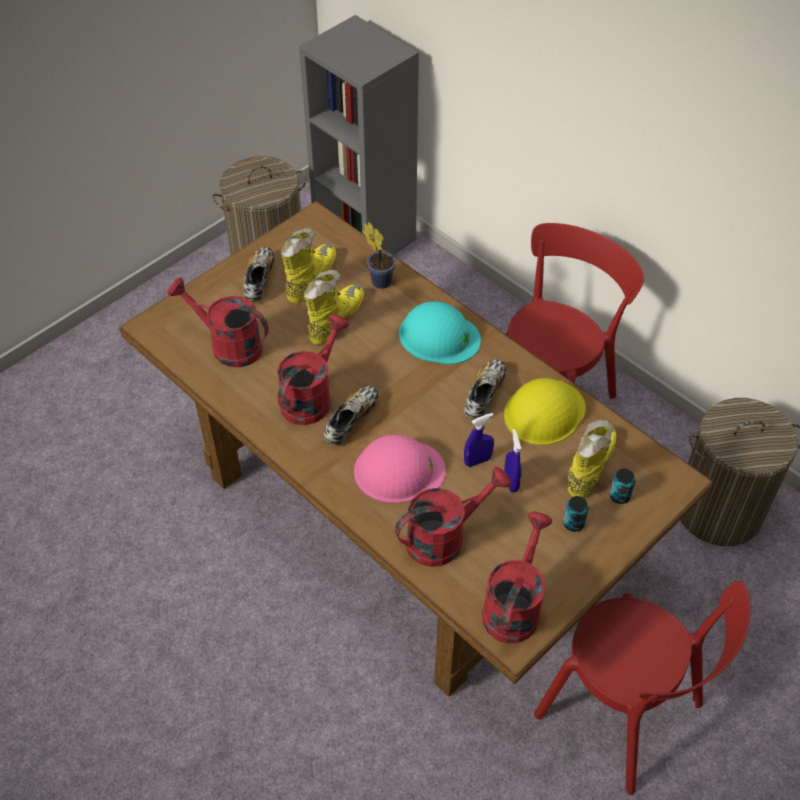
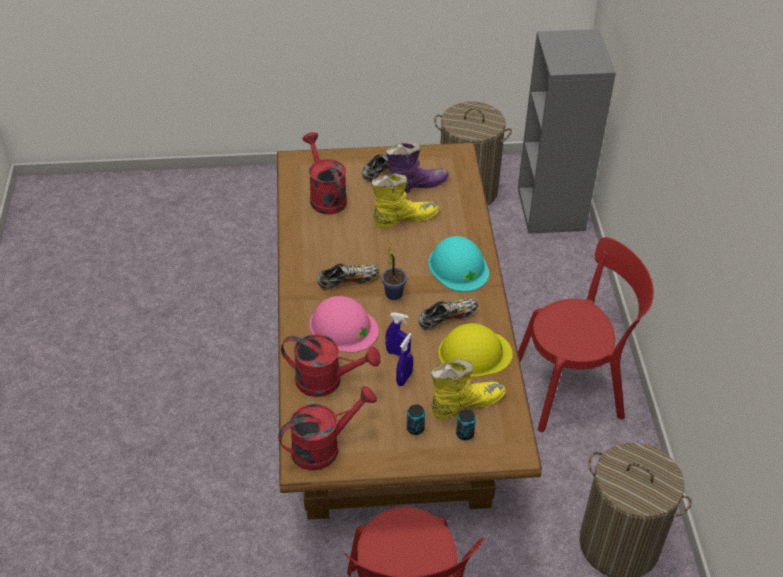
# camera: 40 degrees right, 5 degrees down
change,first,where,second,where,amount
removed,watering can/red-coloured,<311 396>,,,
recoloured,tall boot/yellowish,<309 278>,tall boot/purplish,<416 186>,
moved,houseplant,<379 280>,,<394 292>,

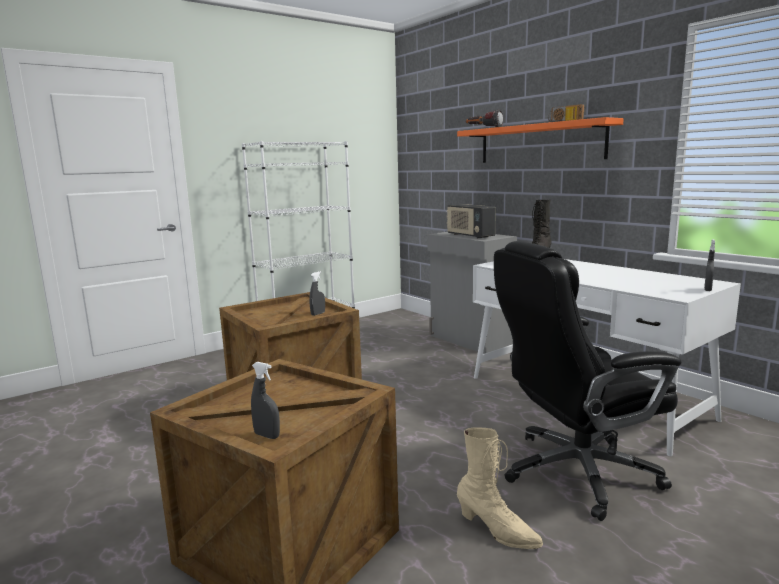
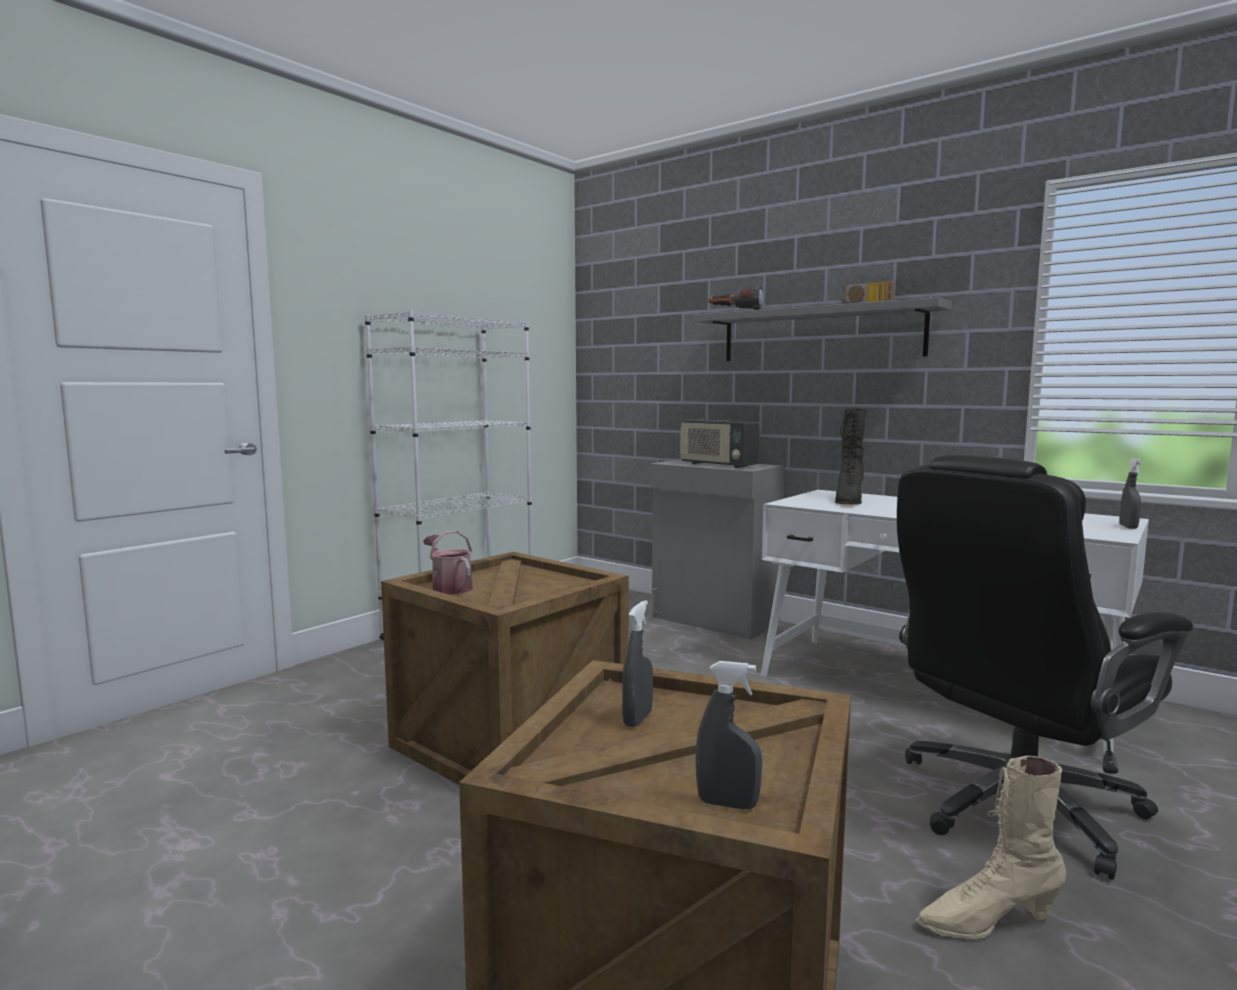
# camera: 15 degrees left, 5 degrees down
change,first,where,second,where,amount
moved,sprayer/grey,<318 314>,,<637 719>,
recoloured,shelf/orangey,<539 143>,shelf/grey,<819 334>,
turned,tall boot/sand-coloured,<497 531>,,<987 921>,150 degrees clockwise
added,,,watering can,<449 587>,

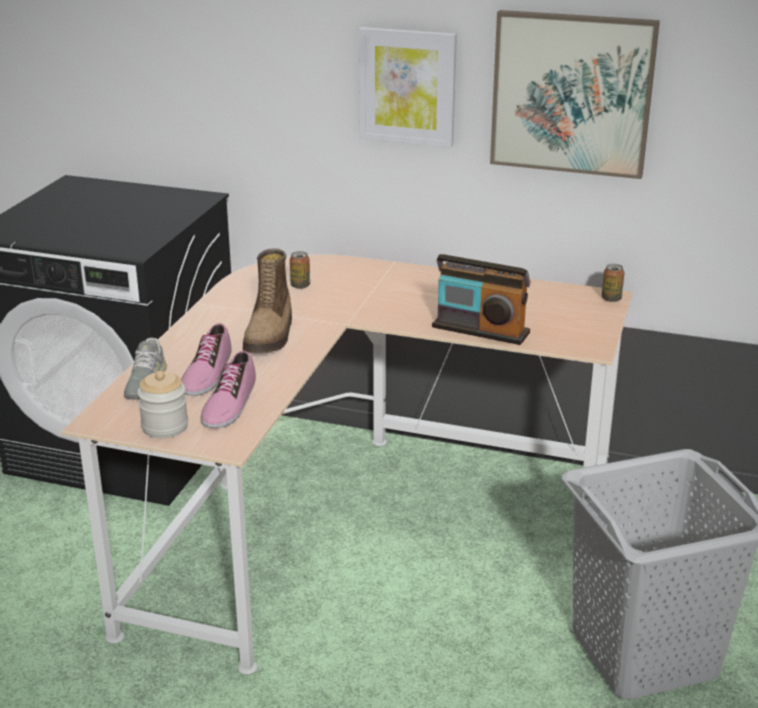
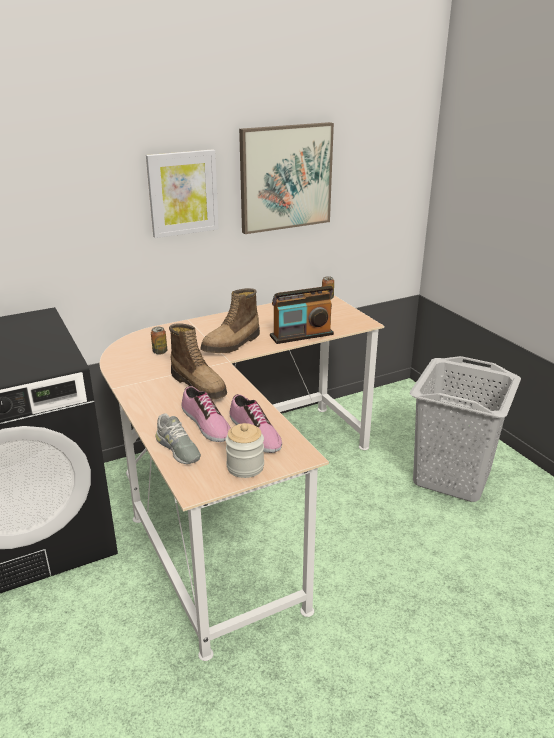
# camera: 45 degrees left, 0 degrees up
change,first,where,second,where,amount
added,,,tall boot,<232 344>,

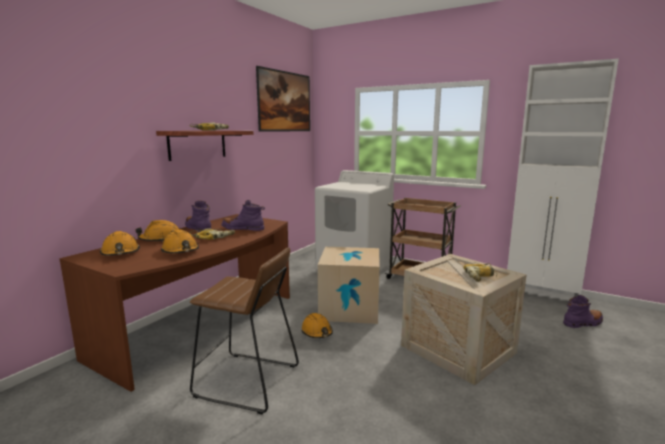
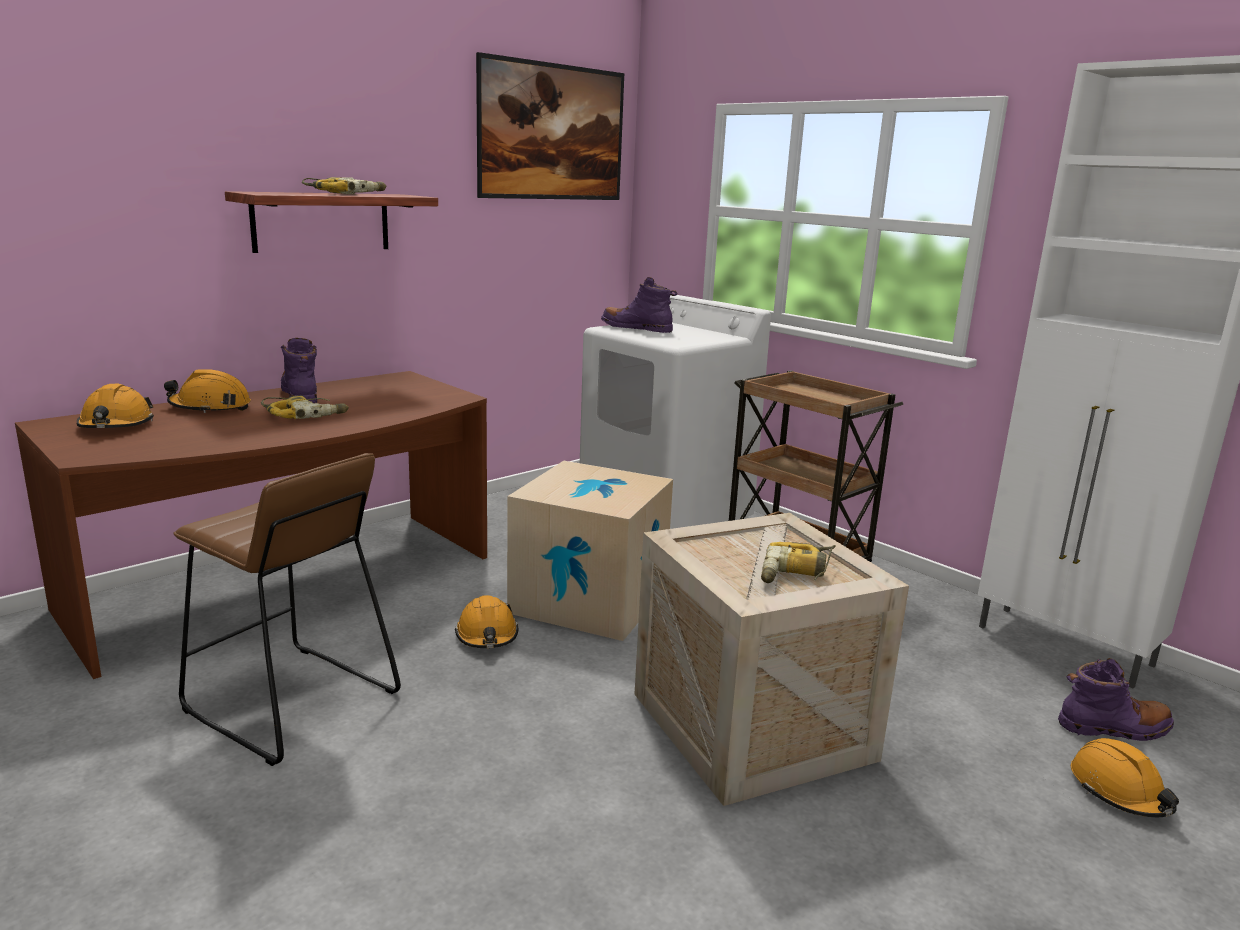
# camera: 15 degrees right, 5 degrees up
change,first,where,second,where,amount
moved,work helmet/orangey,<180 251>,,<1119 792>,
moved,tall boot/purplish,<243 229>,,<637 329>,

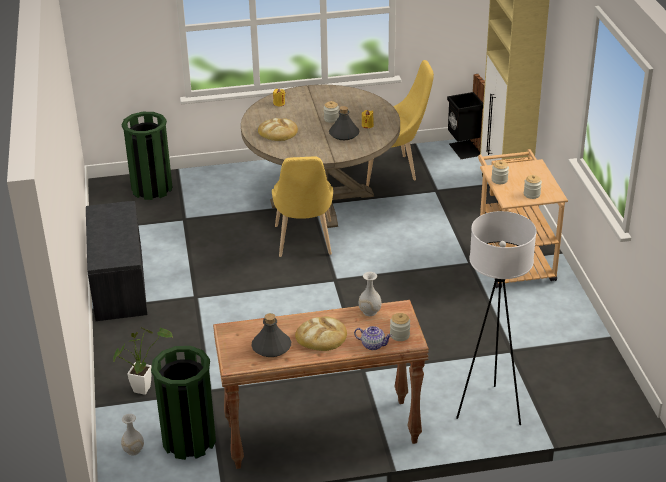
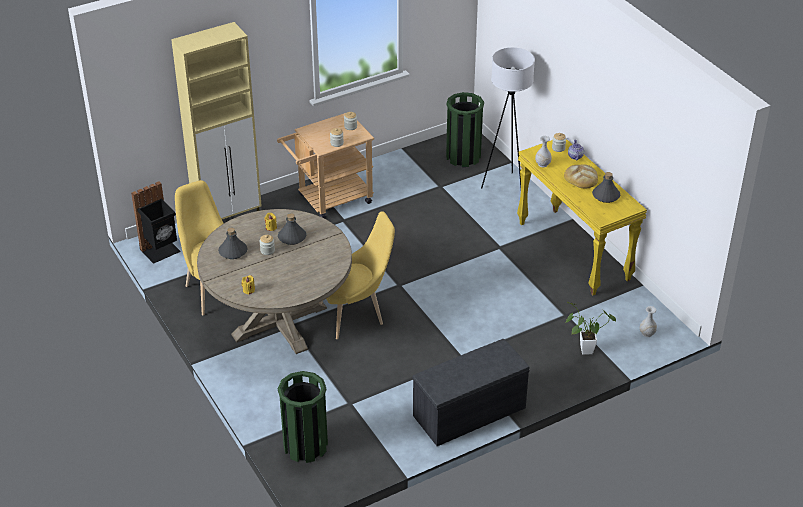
# camera: 110 degrees left, 5 degrees up
change,first,where,second,where,amount
moved,rubbish bin/green-coloured,<189 440>,,<463 156>,
recoloured,console table/brown,<321 434>,console table/yellowish,<574 251>,
removed,bakery bread,<278 132>,,,
added,,,bottle/grey,<233 252>,

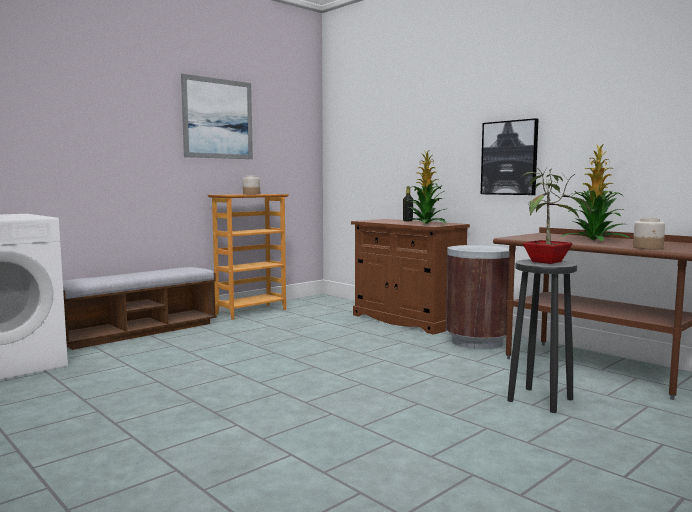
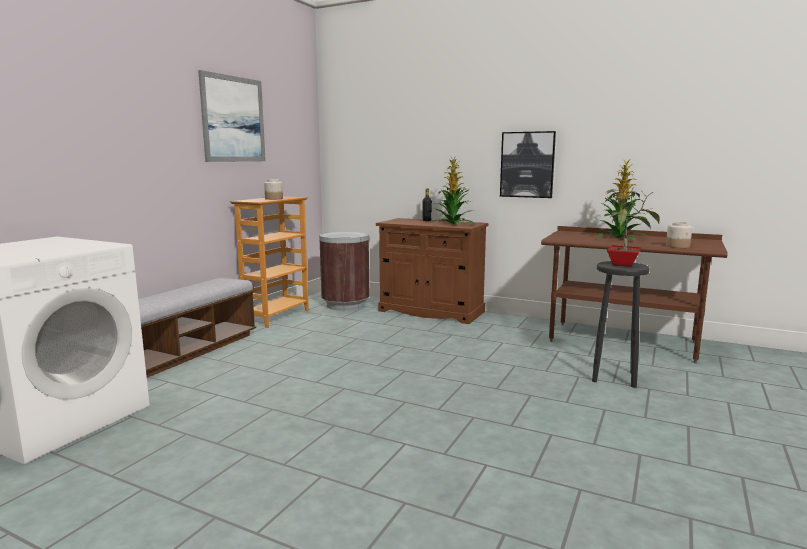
# camera: 20 degrees left, 5 degrees up
change,first,where,second,where,amount
moved,rubbish bin/brown,<477 342>,,<346 305>,

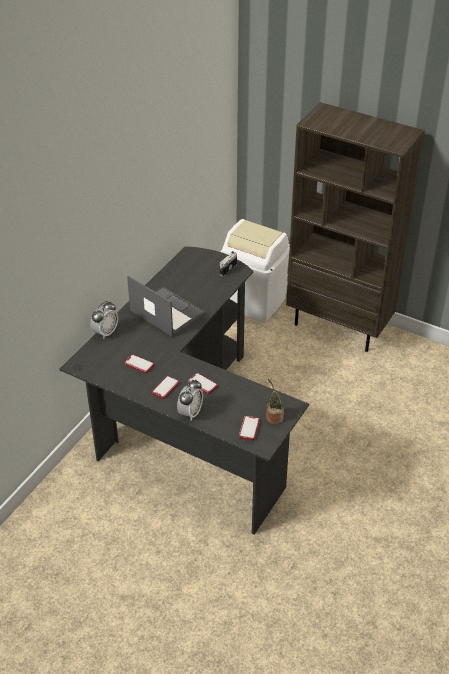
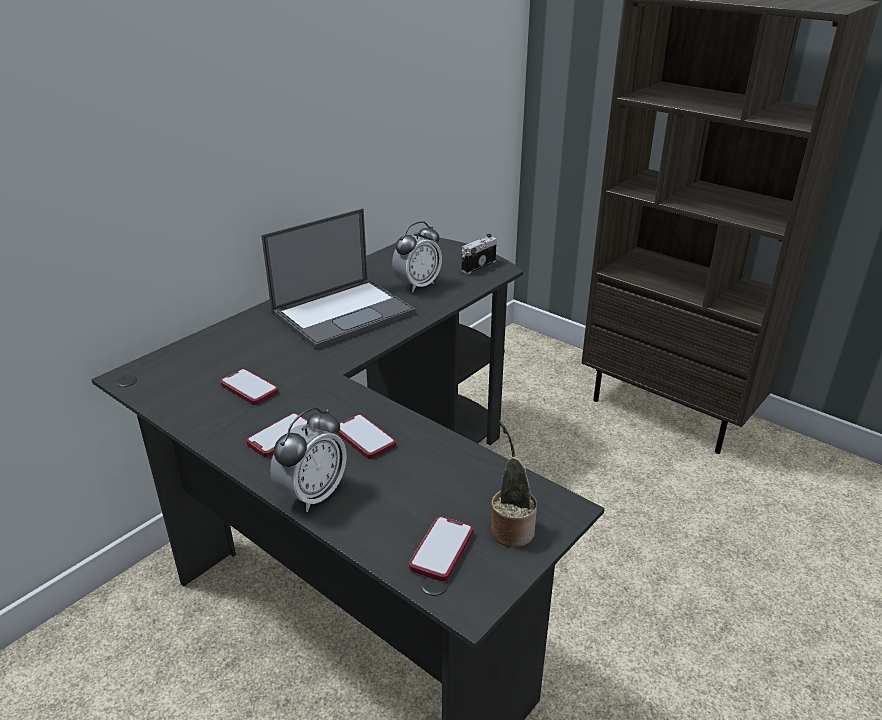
# camera: 10 degrees right, 10 degrees down
change,first,where,second,where,amount
moved,bedside clock,<105 332>,,<417 285>,
turned,notebook computer,<166 312>,,<344 312>,90 degrees clockwise
removed,rubbish bin/white,<254 302>,,,

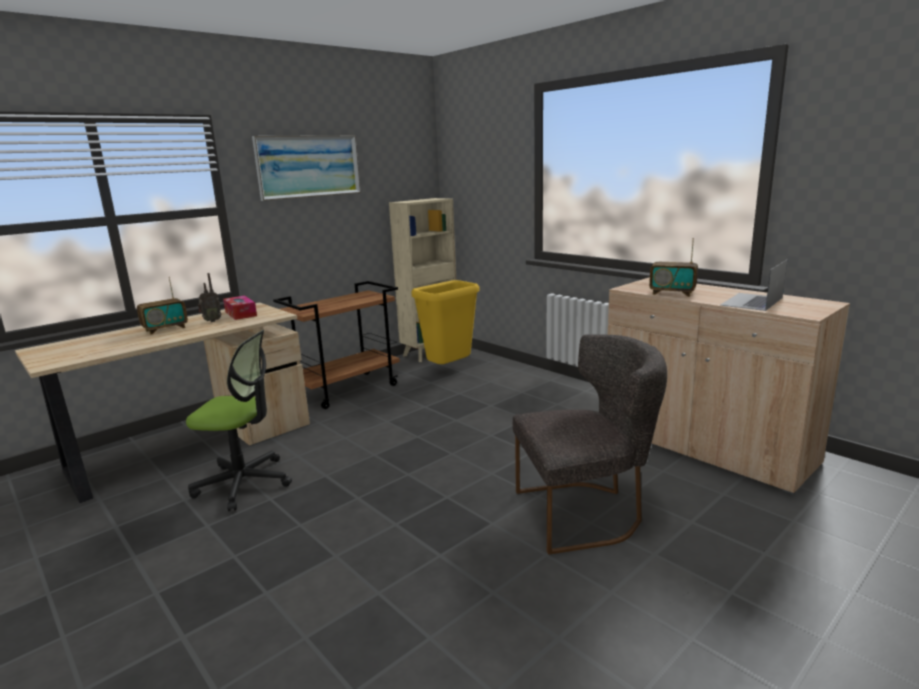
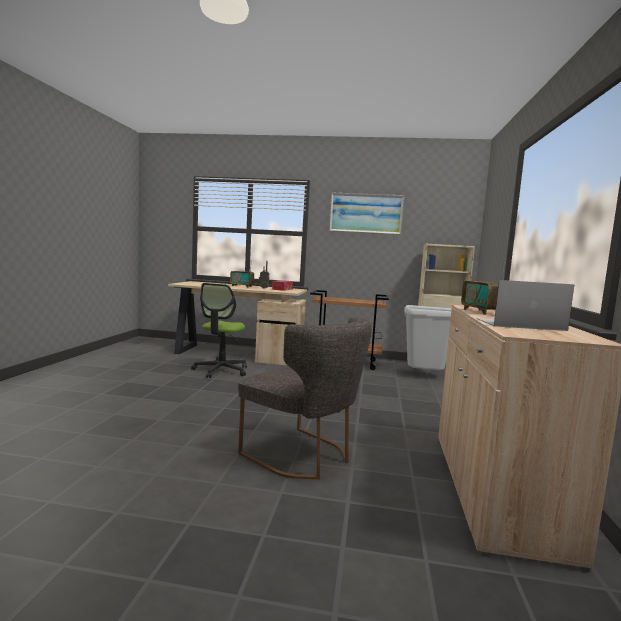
# camera: 50 degrees right, 10 degrees down
change,first,where,second,where,amount
turned,office chair,<244 483>,,<221 370>,45 degrees clockwise
recoloured,rubbish bin/yellowish,<449 369>,rubbish bin/grey,<424 376>,

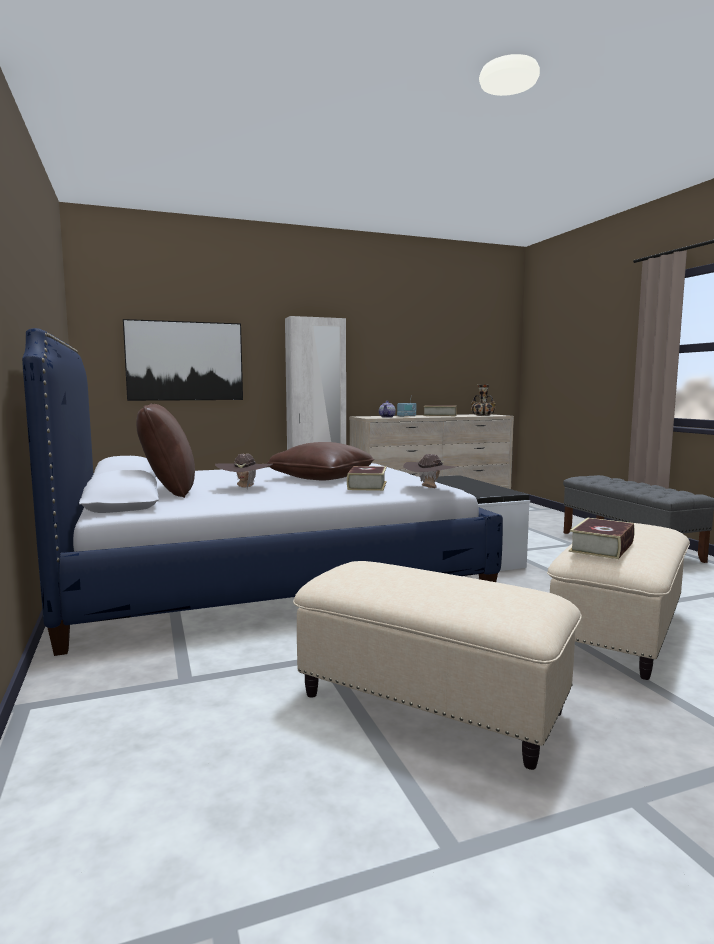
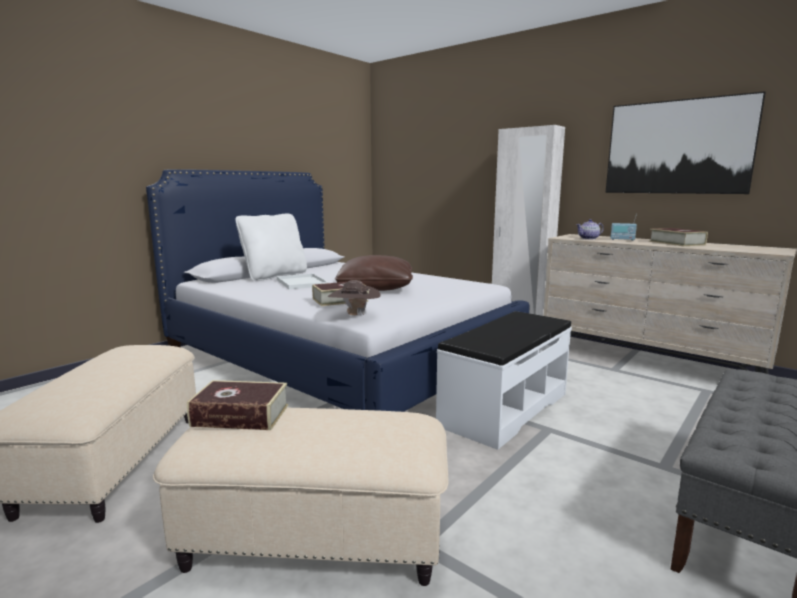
# camera: 60 degrees right, 5 degrees up
change,first,where,second,where,amount
moved,wall picture,<185 361>,,<677 147>,
recoloured,pillow/brown,<168 491>,pillow/white,<274 276>,
replaced,wearable hat/brown,<245 488>,carrying tray/white,<302 283>,
removed,vase,<483 415>,,,

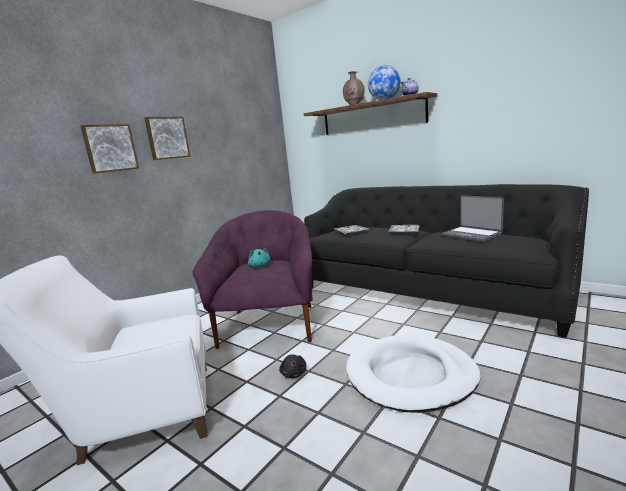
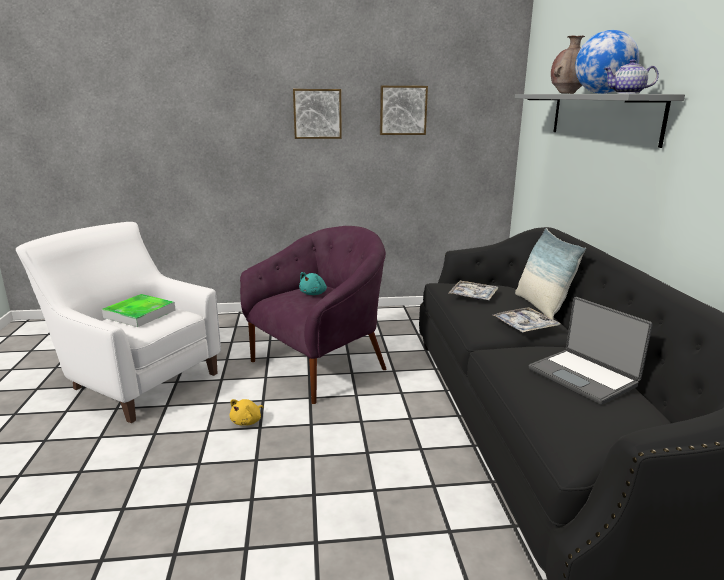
# camera: 45 degrees right, 5 degrees up
change,first,where,second,where,amount
moved,wall picture,<110 148>,,<402 110>,
recoloured,cuddly toy/blackish,<293 374>,cuddly toy/yellowish,<247 421>,
recoloured,shelf/brown,<372 117>,shelf/grey,<602 116>,
removed,dog cushion/white,<411 376>,,,
turned,notebook computer,<472 235>,,<583 377>,45 degrees counterclockwise
added,,,carrying tray,<140 314>,
added,,,pillow,<541 306>,

